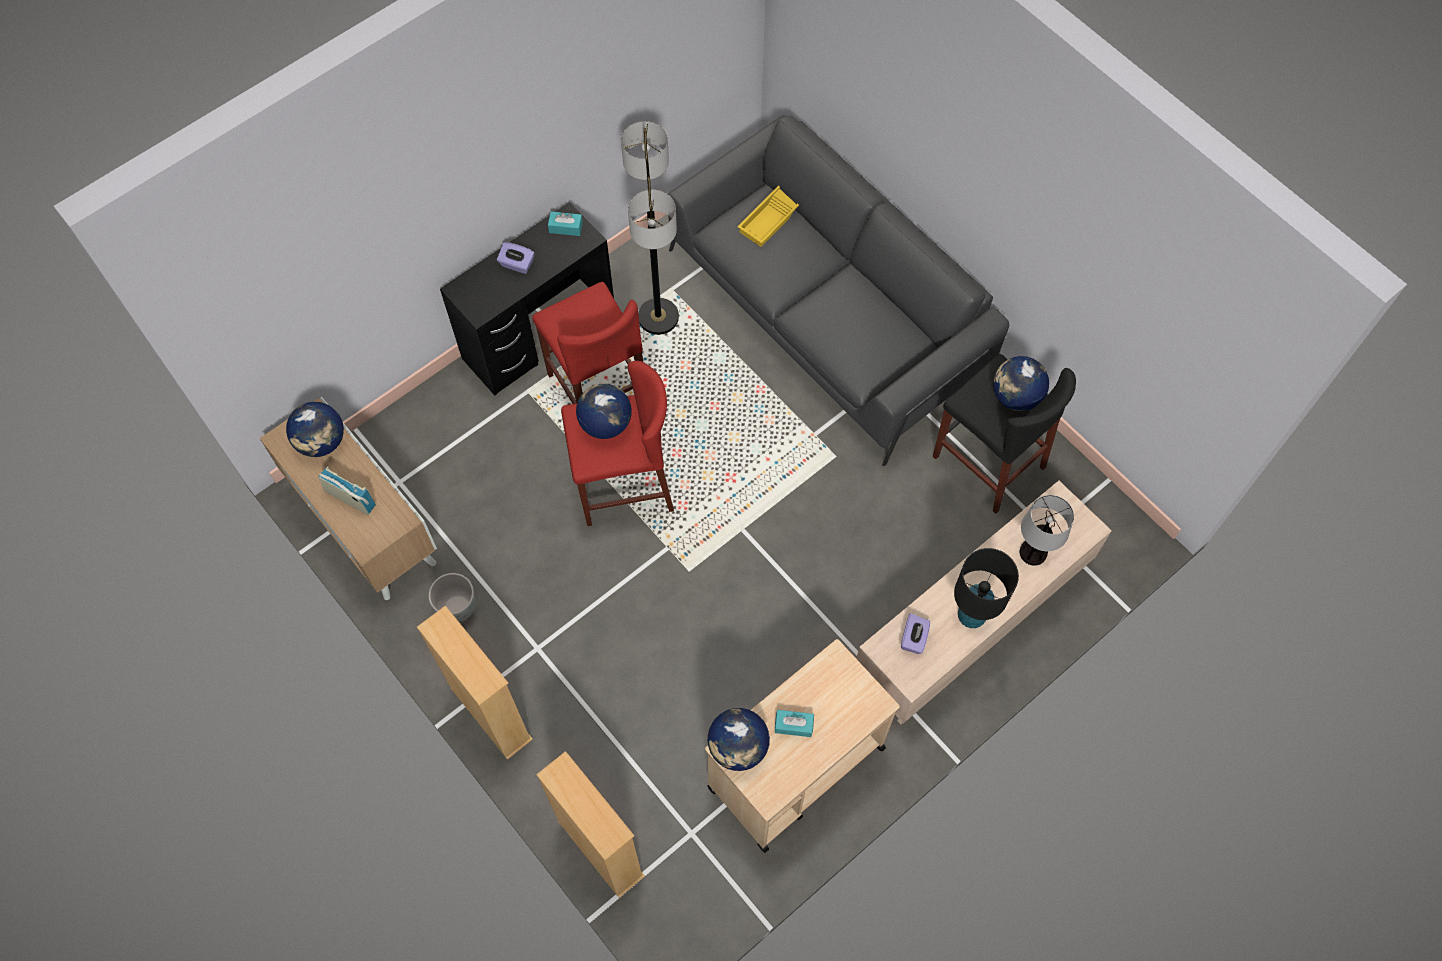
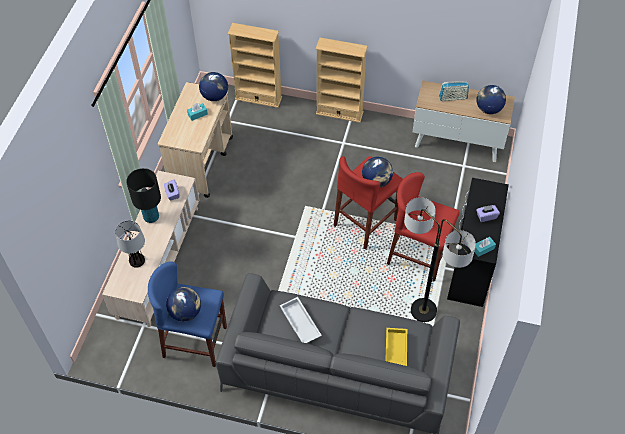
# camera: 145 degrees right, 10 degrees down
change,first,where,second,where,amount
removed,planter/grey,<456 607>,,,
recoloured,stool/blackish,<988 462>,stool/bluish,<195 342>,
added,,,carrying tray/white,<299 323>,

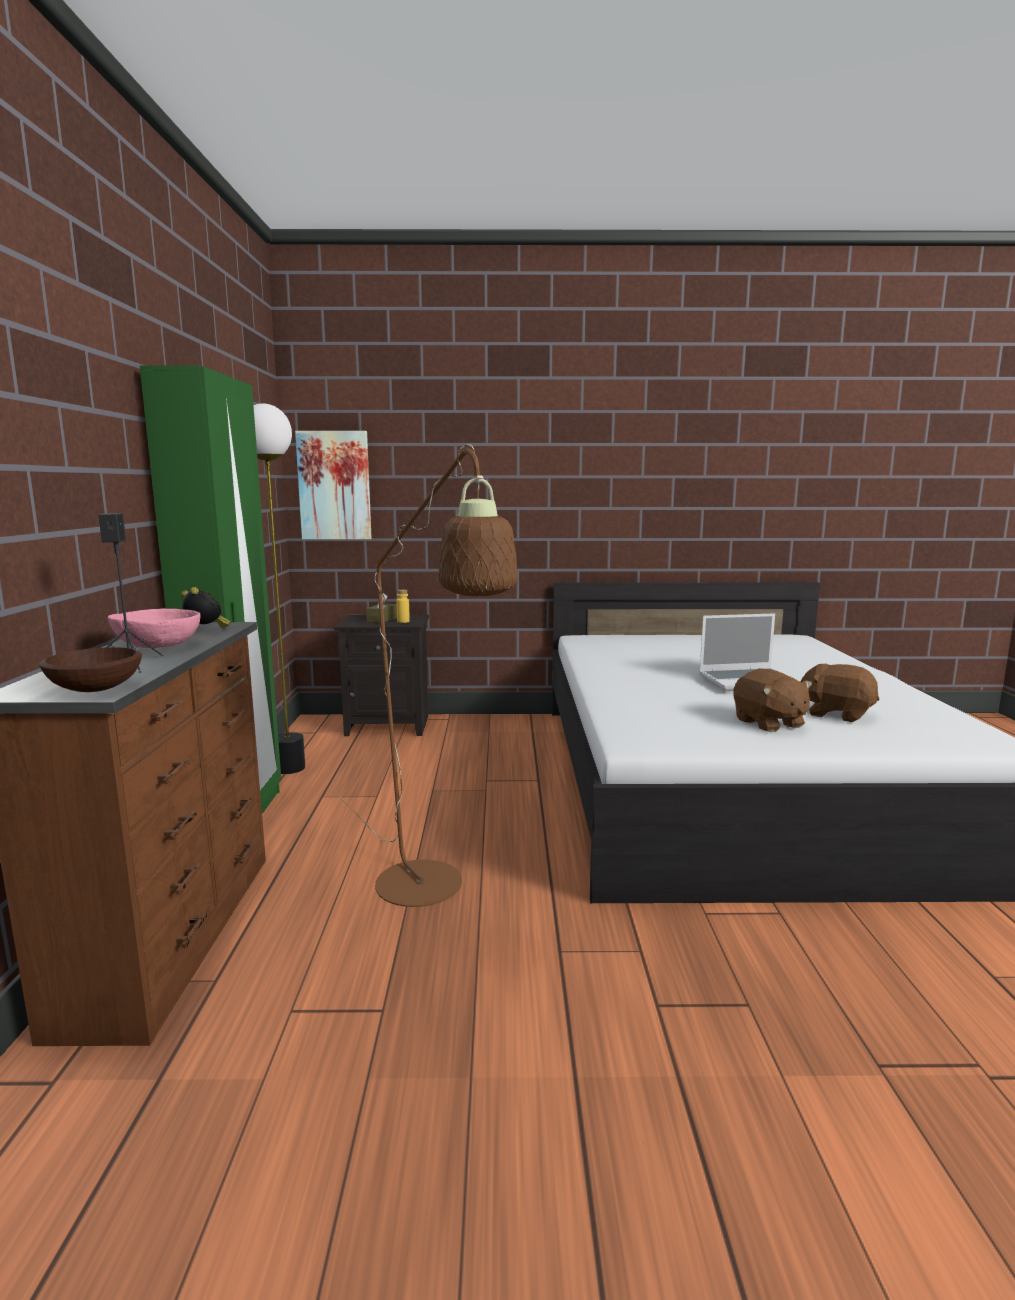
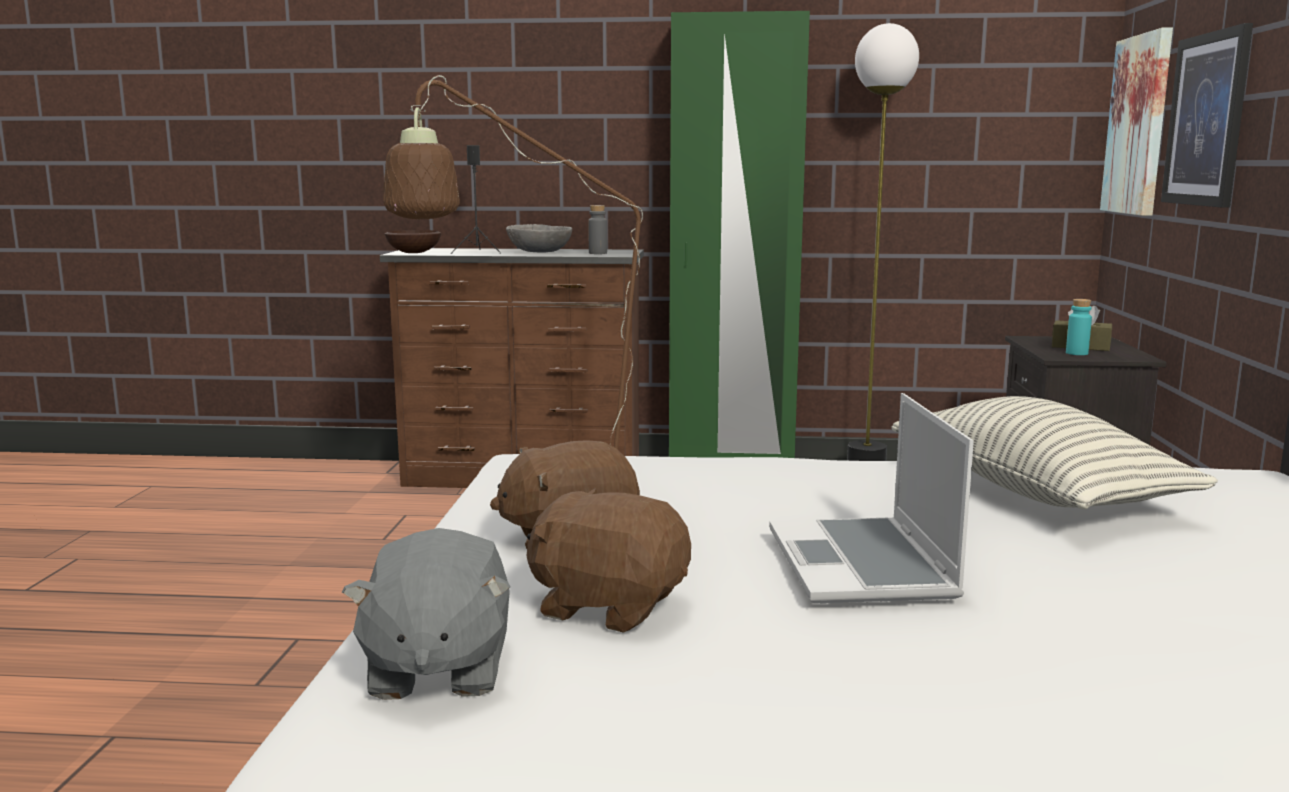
# camera: 95 degrees right, 0 degrees up
change,first,where,second,where,amount
recoloured,deep dish/pink,<157 645>,deep dish/grey,<540 251>,
replaced,bedside clock,<206 630>,bottle/grey,<598 253>,
recoloured,bottle/yellowish,<403 621>,bottle/turquoise-coloured,<1076 353>,
turned,cuddly toy/brown,<836 714>,,<609 606>,105 degrees counterclockwise
added,,,cuddly toy/grey,<436 670>,
added,,,pillow,<1035 492>,
added,,,wall picture,<1206 120>,

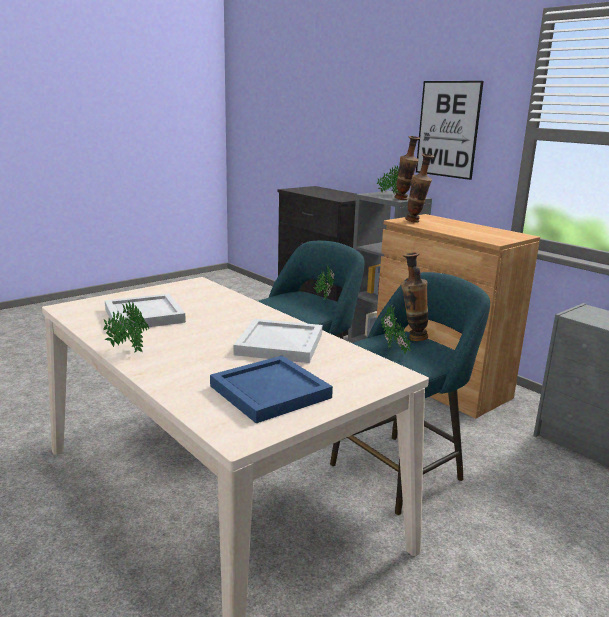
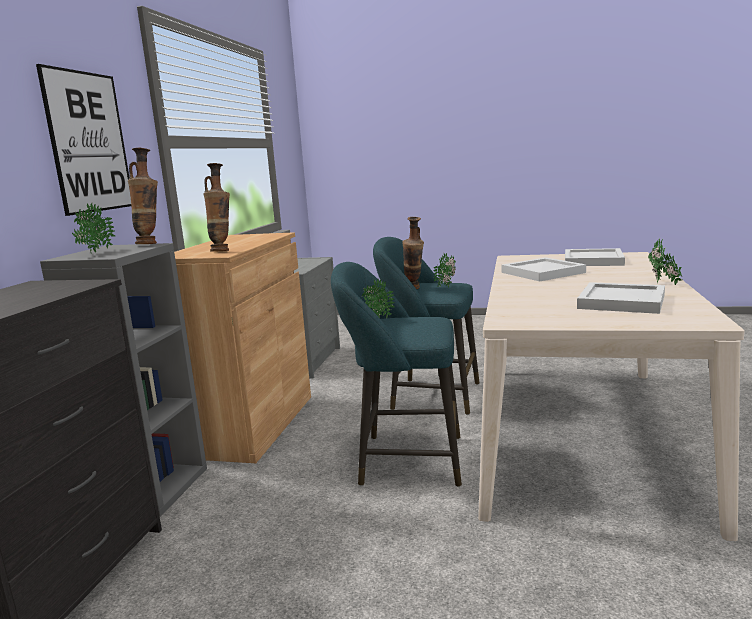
# camera: 125 degrees left, 5 degrees down
change,first,where,second,where,amount
recoloured,carrying tray/bluish,<270 391>,carrying tray/white,<592 261>,

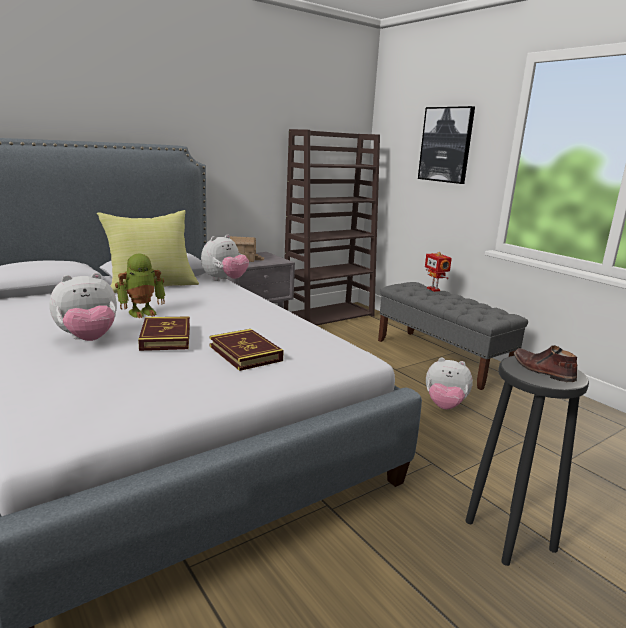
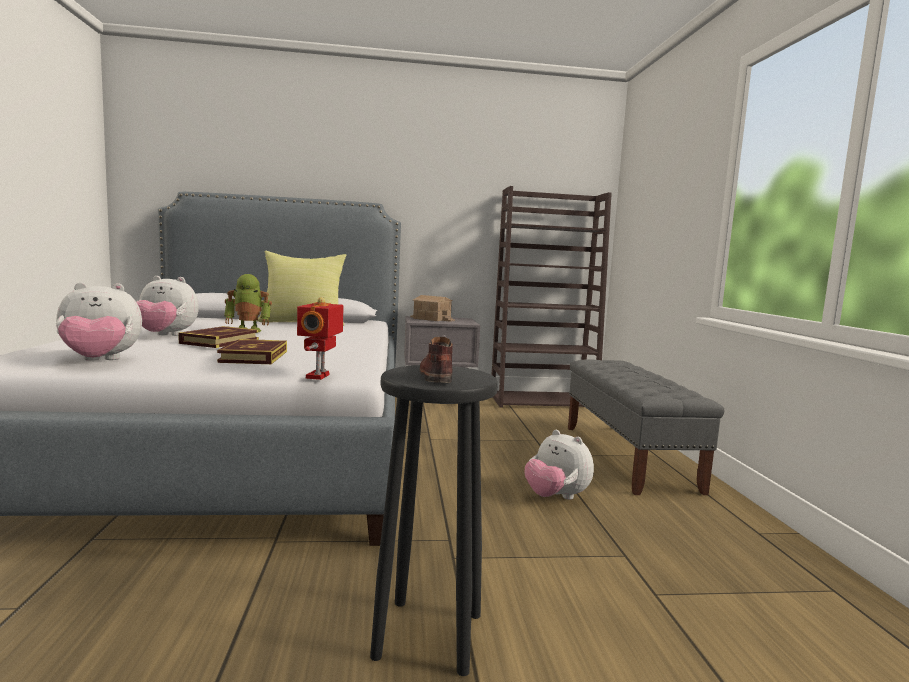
# camera: 30 degrees right, 10 degrees down
change,first,where,second,where,amount
moved,cuddly toy,<224 280>,,<100 361>,
removed,wall picture,<446 145>,,,
moved,model robot,<434 289>,,<319 376>,

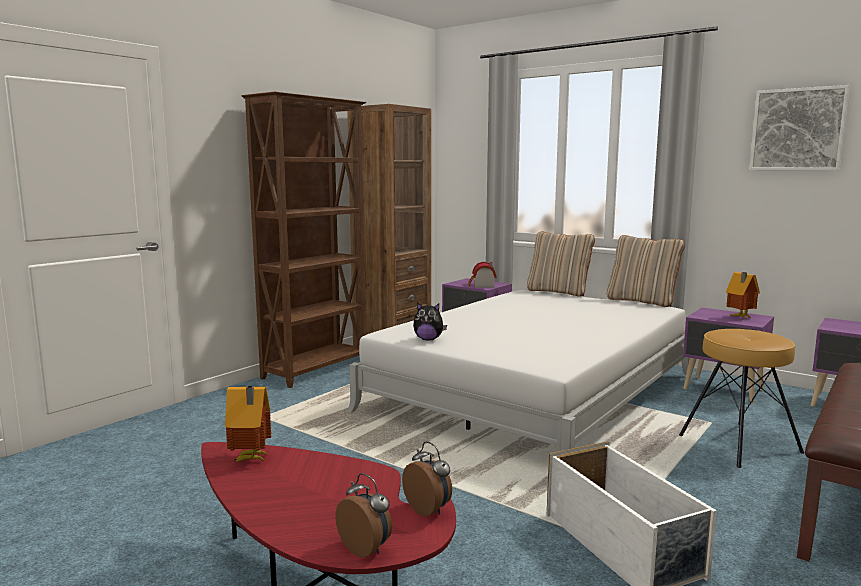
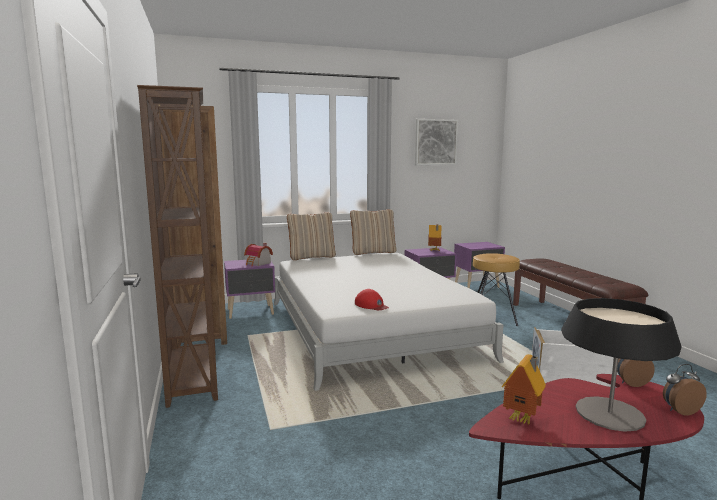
# camera: 55 degrees left, 0 degrees up
change,first,where,second,where,amount
replaced,cuddly toy,<428 339>,cap/red-coloured,<371 305>,
added,,,table lamp,<609 413>,

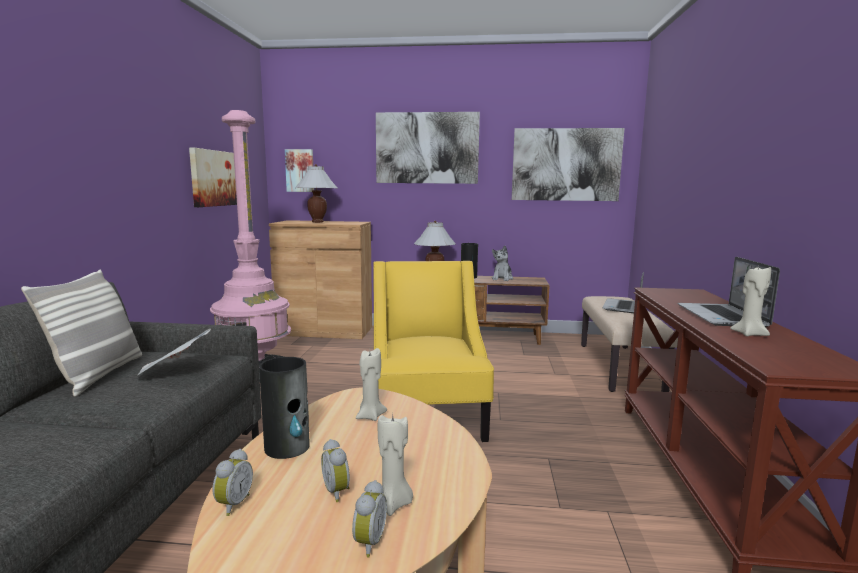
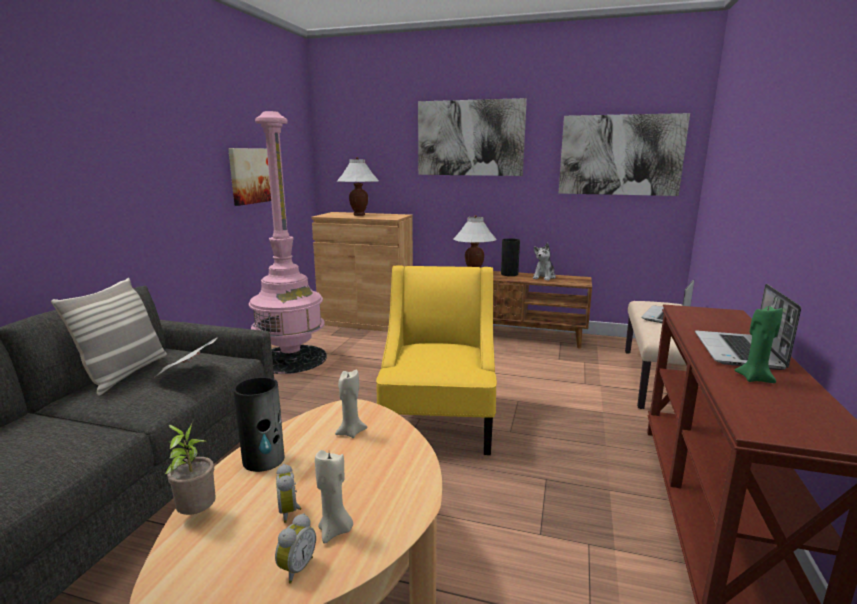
# camera: 10 degrees right, 5 degrees up
change,first,where,second,where,amount
replaced,bedside clock,<232 504>,houseplant,<196 514>,
removed,wall picture,<300 170>,,,
recoloured,wax candle/sand-coloured,<749 334>,wax candle/green-coloured,<754 378>,

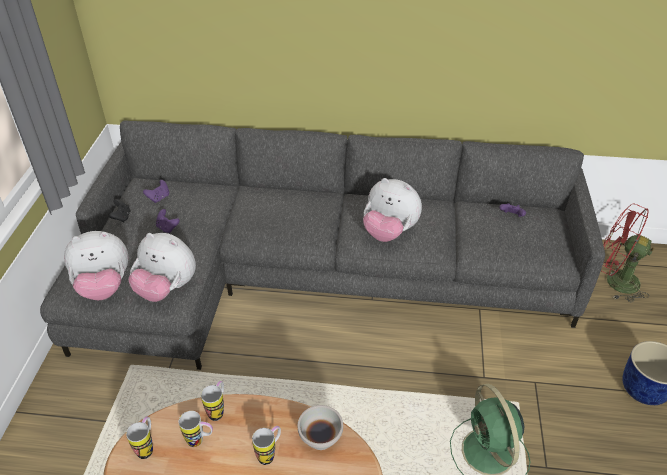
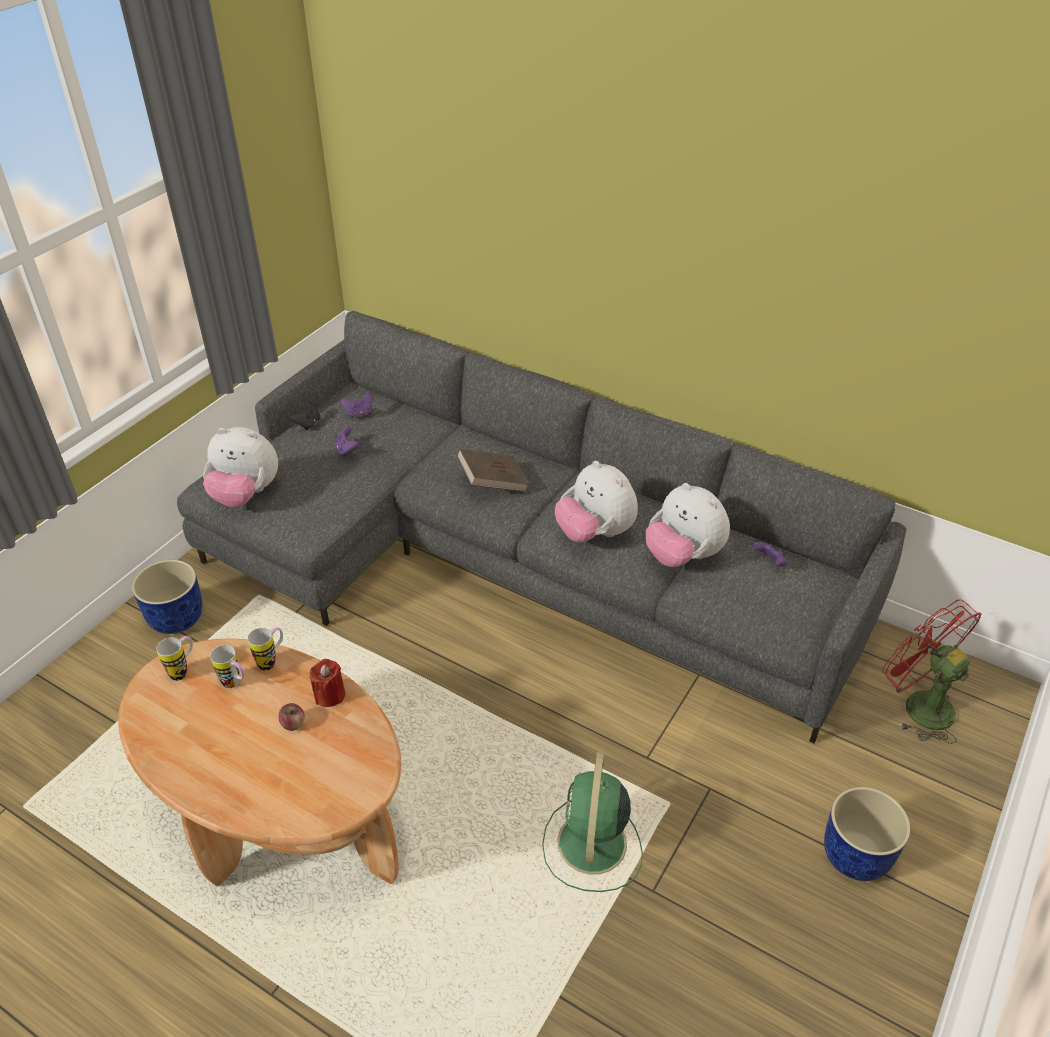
# camera: 25 degrees right, 0 degrees up
change,first,where,second,where,amount
moved,cuddly toy,<167 288>,,<683 556>,
replaced,coffee mug,<269 454>,apple,<293 724>,
removed,deep dish/white,<320 439>,,,
added,,,planter/bluish,<175 618>,
added,,,wax candle/red-coloured,<330 695>,
added,,,book/brown,<492 482>,

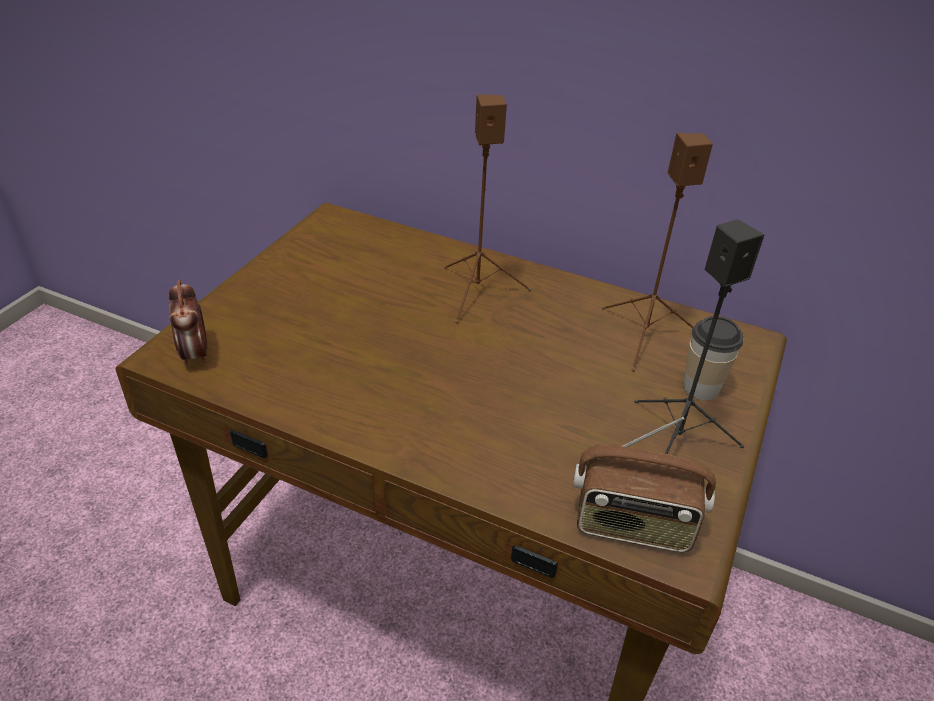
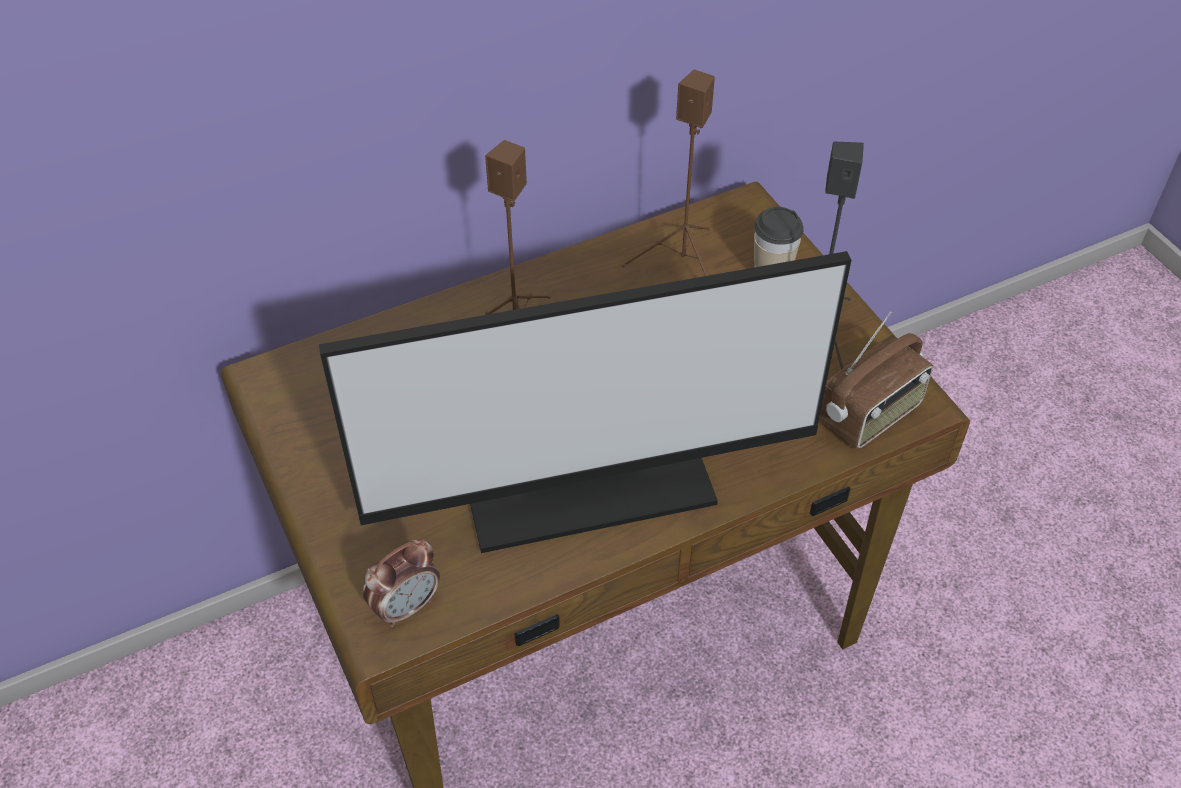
# camera: 50 degrees left, 10 degrees up
change,first,where,second,where,amount
turned,bedside clock,<195 355>,,<406 606>,60 degrees counterclockwise
added,,,computer screen,<585 477>,

